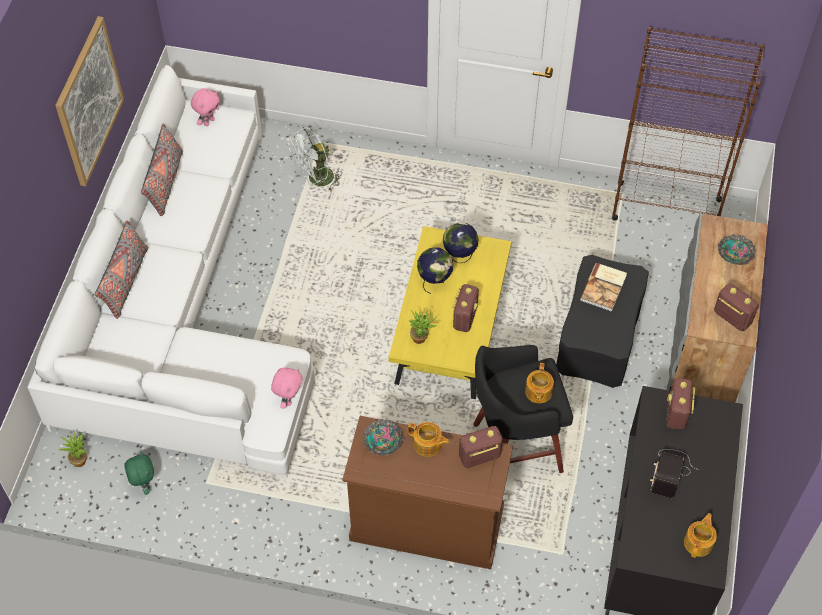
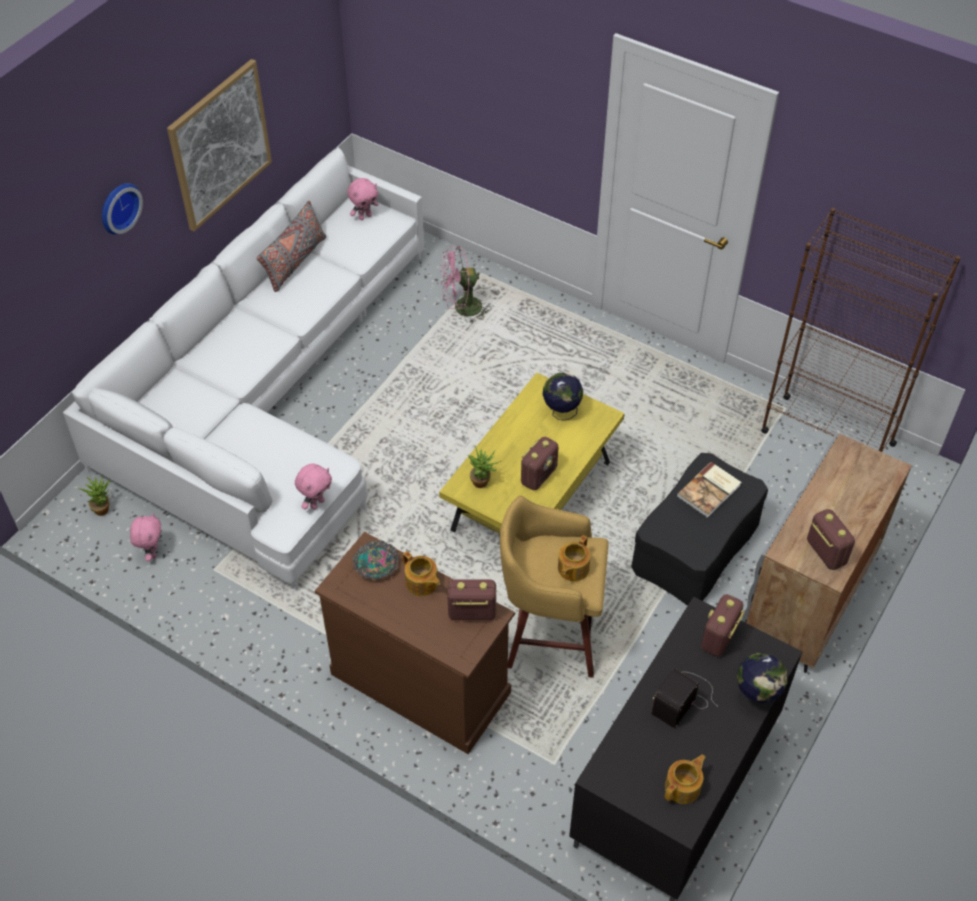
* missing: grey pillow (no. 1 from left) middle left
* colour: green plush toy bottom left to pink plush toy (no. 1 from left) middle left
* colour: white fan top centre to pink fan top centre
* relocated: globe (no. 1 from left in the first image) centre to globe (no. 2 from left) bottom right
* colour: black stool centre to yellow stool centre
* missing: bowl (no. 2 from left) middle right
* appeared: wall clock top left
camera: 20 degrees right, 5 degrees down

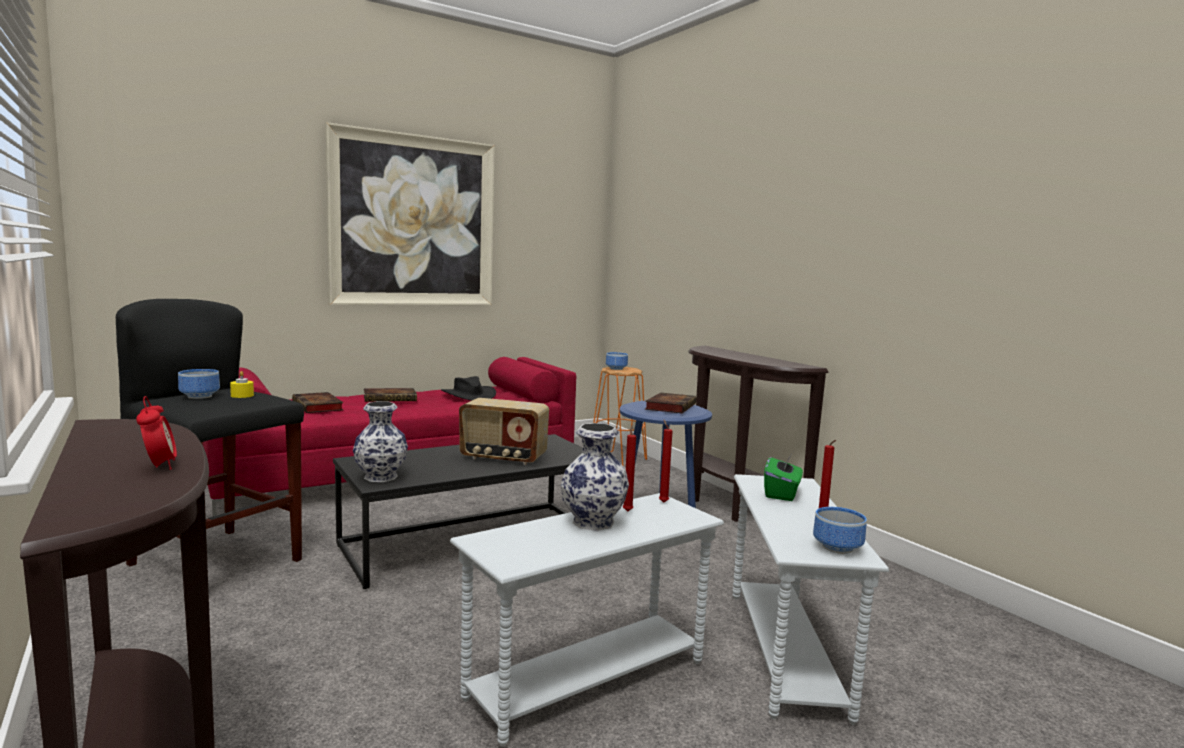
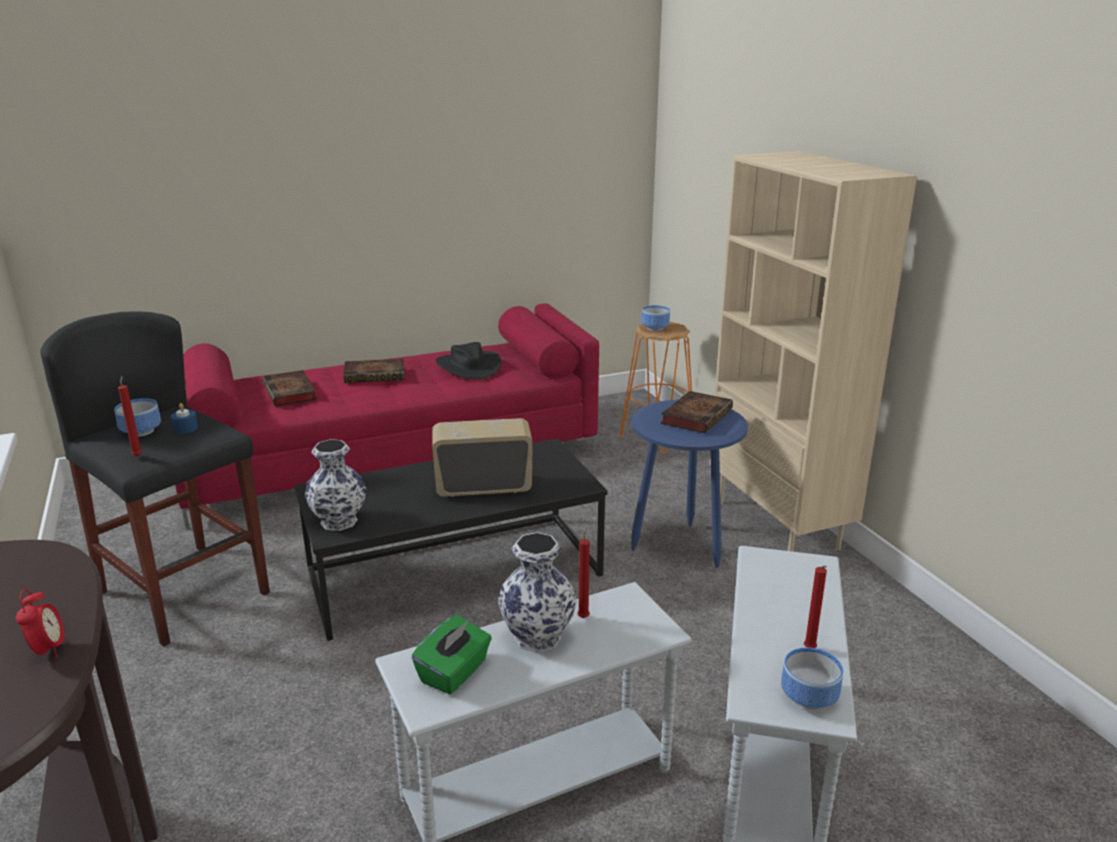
* colour: yellow candle middle left to blue candle middle left
* missing: picture top centre
* spun: radio centre = centre 150 degrees clockwise
* relocated: red candle (no. 2 from left in the first image) centre to red candle (no. 1 from left) middle left
* exchanged: brown console table (no. 2 from left) centre to beige bookcase middle right
* relocated: green tissue box centre to bottom centre
camera: 10 degrees right, 15 degrees up

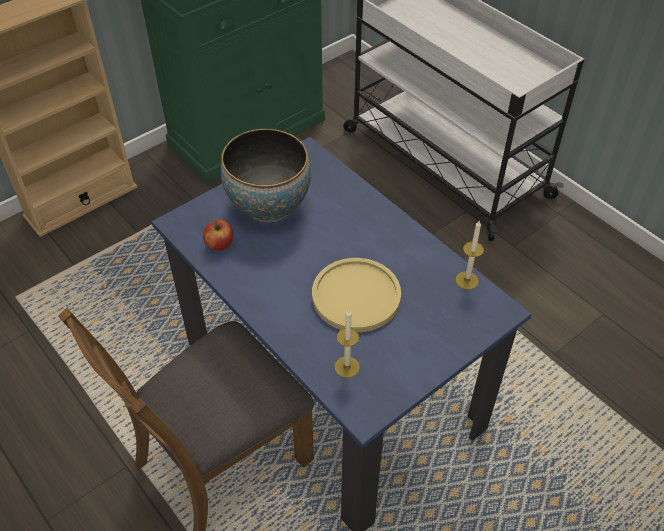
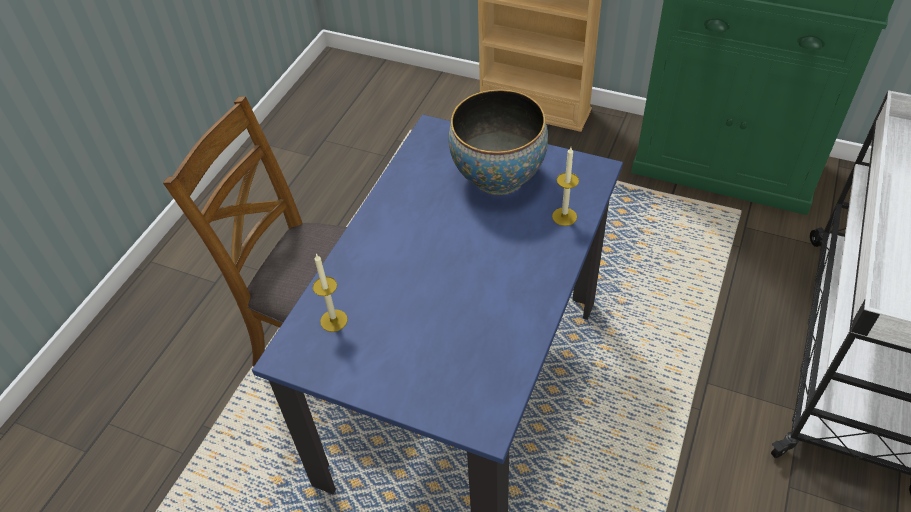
* missing: apple middle left
* missing: yellow plate centre
* relocated: candle (no. 2 from left) middle right to centre
camera: 65 degrees right, 0 degrees up

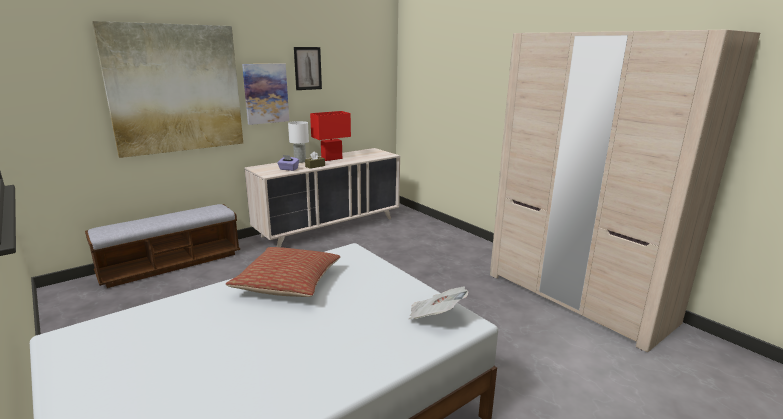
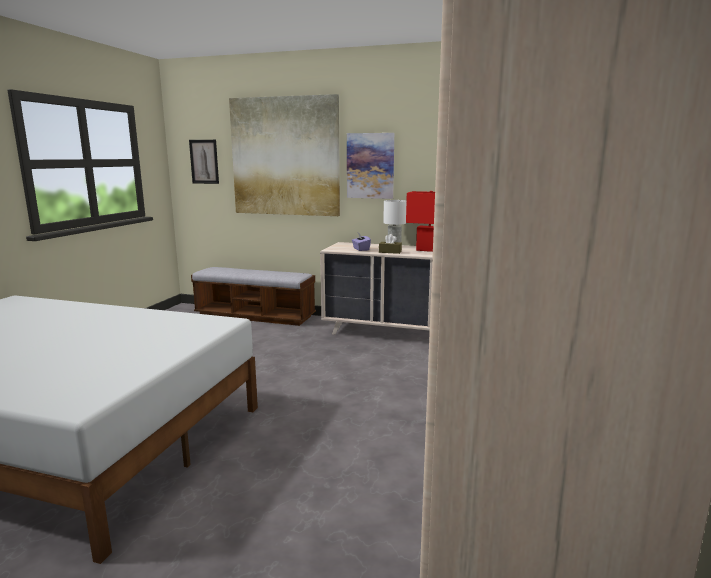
* missing: pillow centre
* relocated: picture (no. 3 from left in the first image) top centre to picture (no. 1 from left) top left
* missing: newspaper bottom centre
camera: 55 degrees right, 5 degrees down

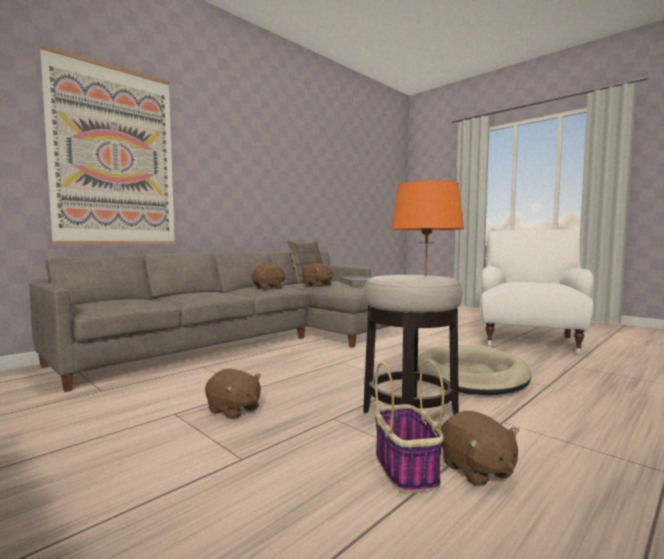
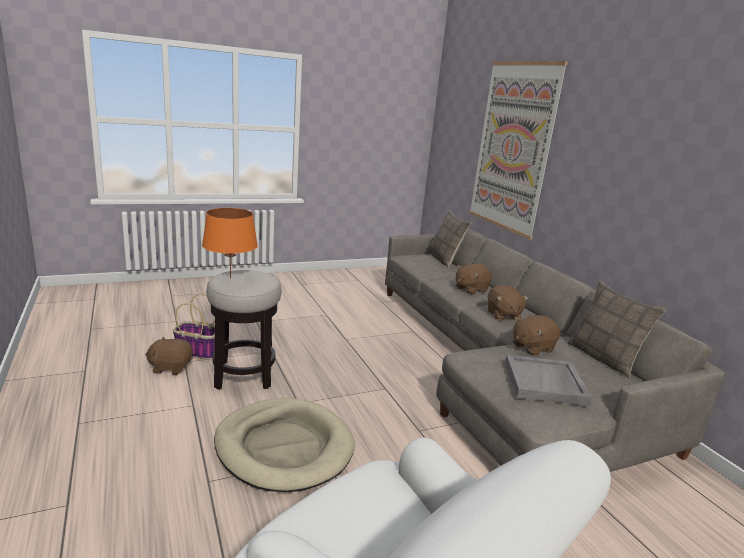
* relocated: brown plush toy (no. 1 from left in the first image) bottom centre to brown plush toy (no. 2 from left) centre
* appeared: pillow (no. 1 from left) centre
camera: 110 degrees right, 15 degrees up

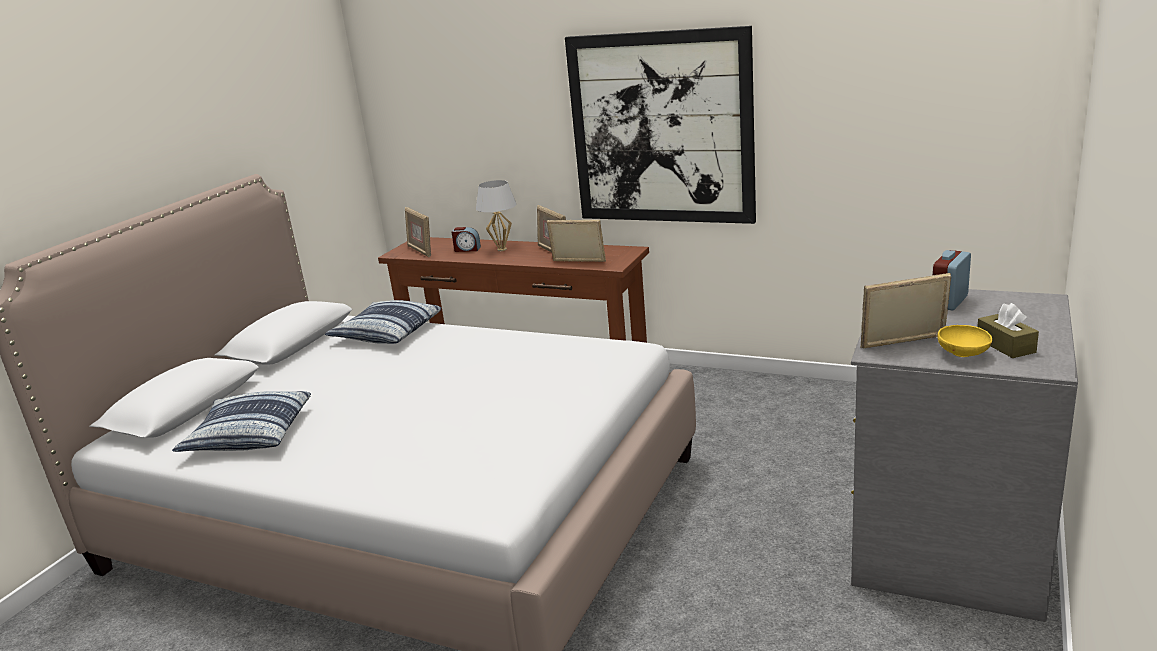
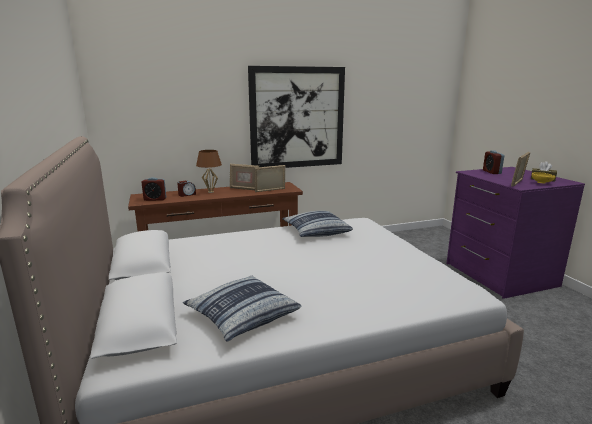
* relocated: pillow (no. 2 from left) middle left to centre
* exchanged: picture frame (no. 1 from left) centre to alarm clock (no. 1 from left) middle left
* colour: white table lamp top centre to brown table lamp centre
* colour: grey dresser bottom right to purple dresser middle right
camera: 45 degrees left, 5 degrees down

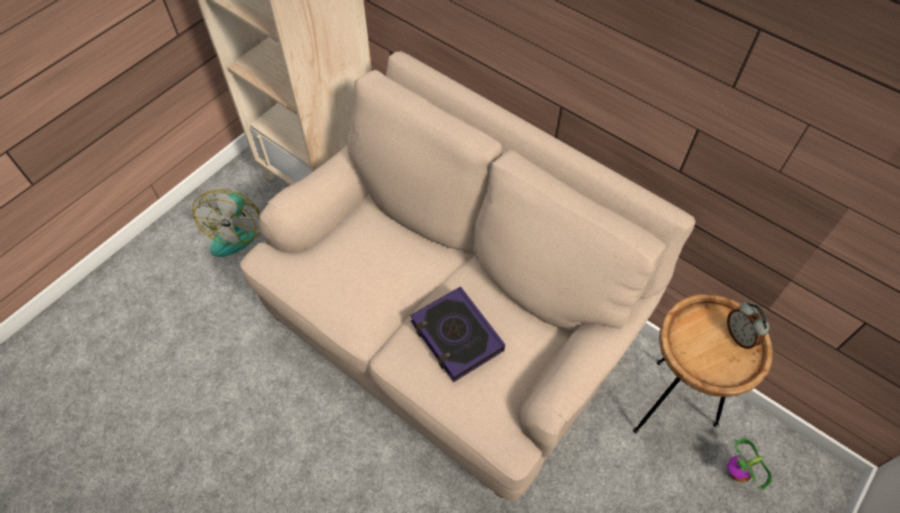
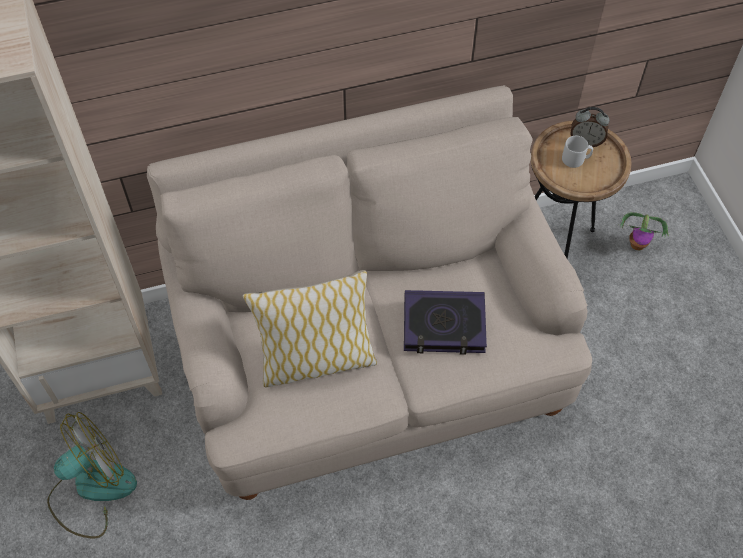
* spun: fan middle left = bottom left 75 degrees counterclockwise
* appeared: pillow centre
* appeared: grey mug top right
camera: 55 degrees left, 0 degrees up

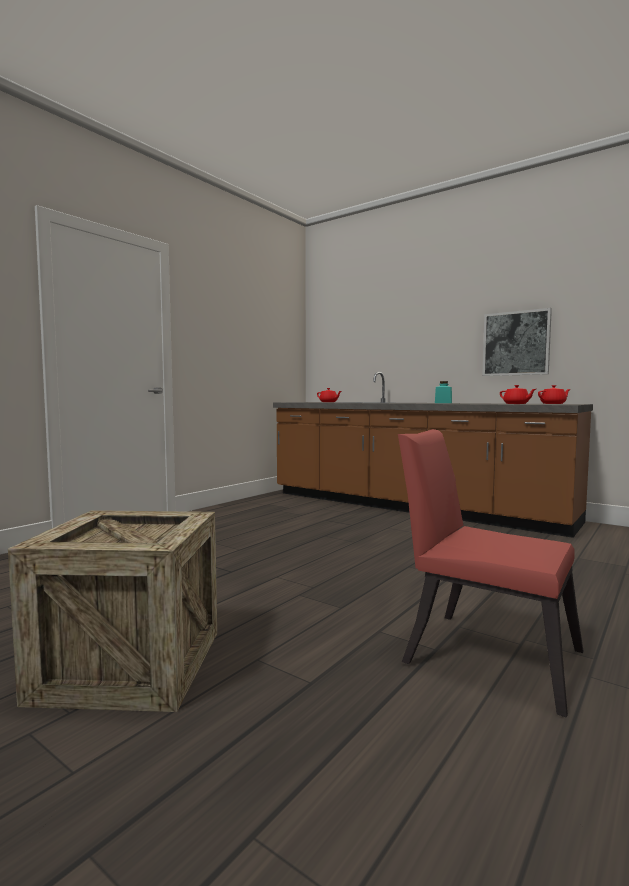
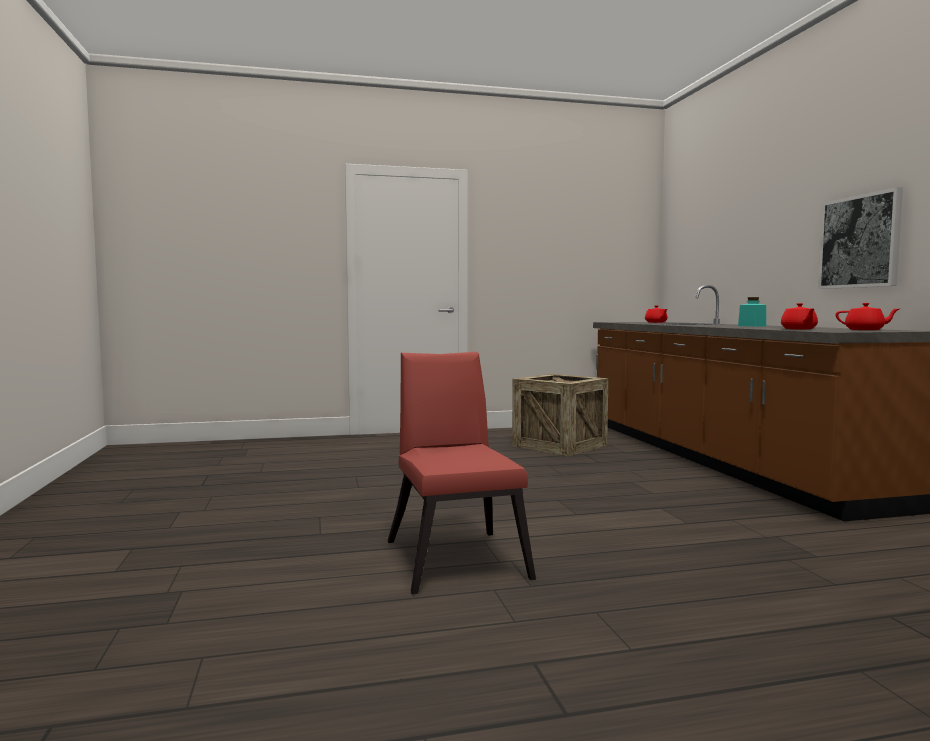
* relocated: crate bottom left to centre
camera: 40 degrees right, 0 degrees up

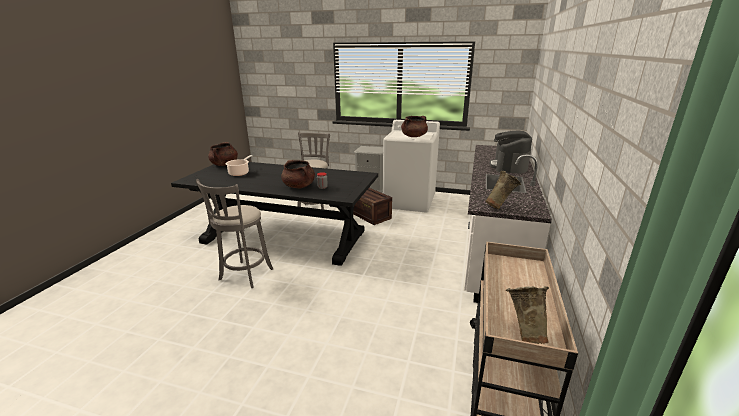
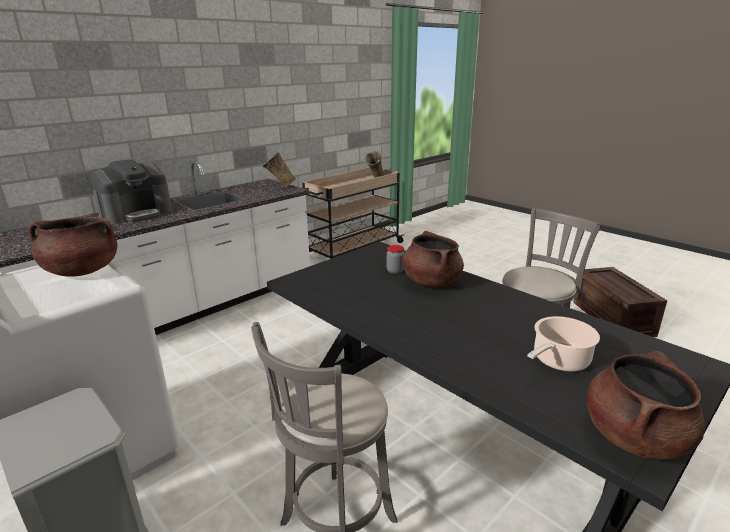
* relocated: crate centre to middle right
camera: 150 degrees left, 0 degrees up

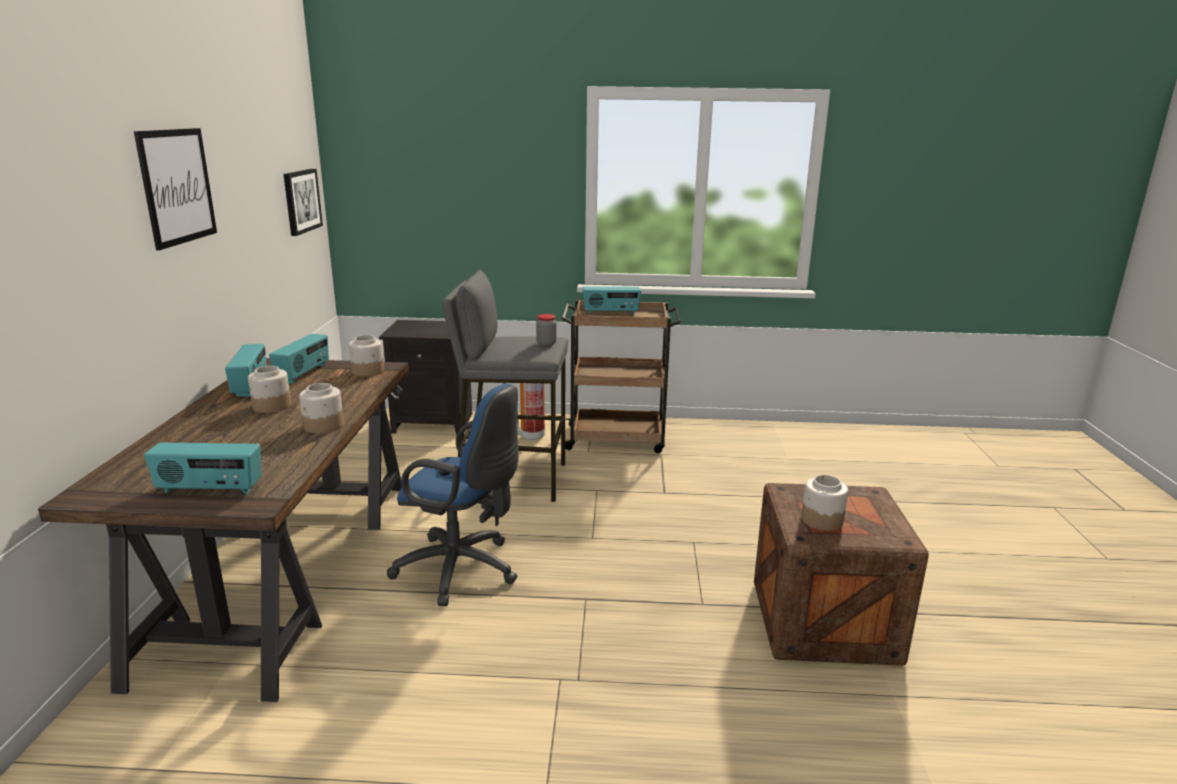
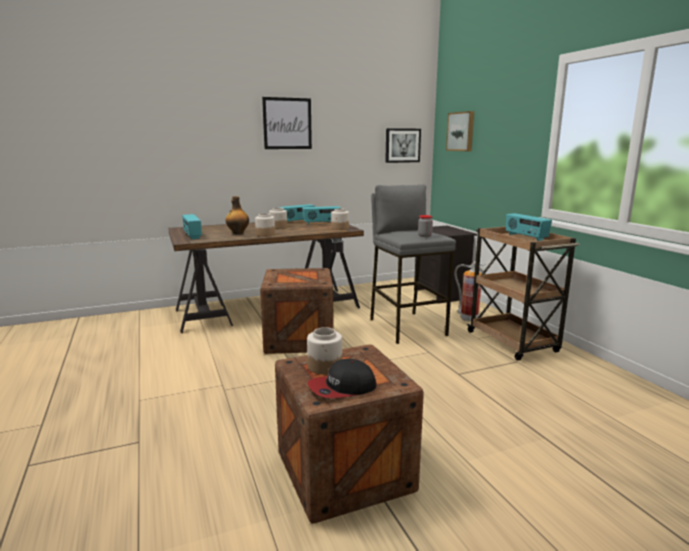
* exchanged: blue office chair centre to crate (no. 1 from left) centre
* appeared: bottle centre
* appeared: cap bottom centre
* appeared: picture (no. 3 from left) top right
camera: 65 degrees right, 5 degrees down

